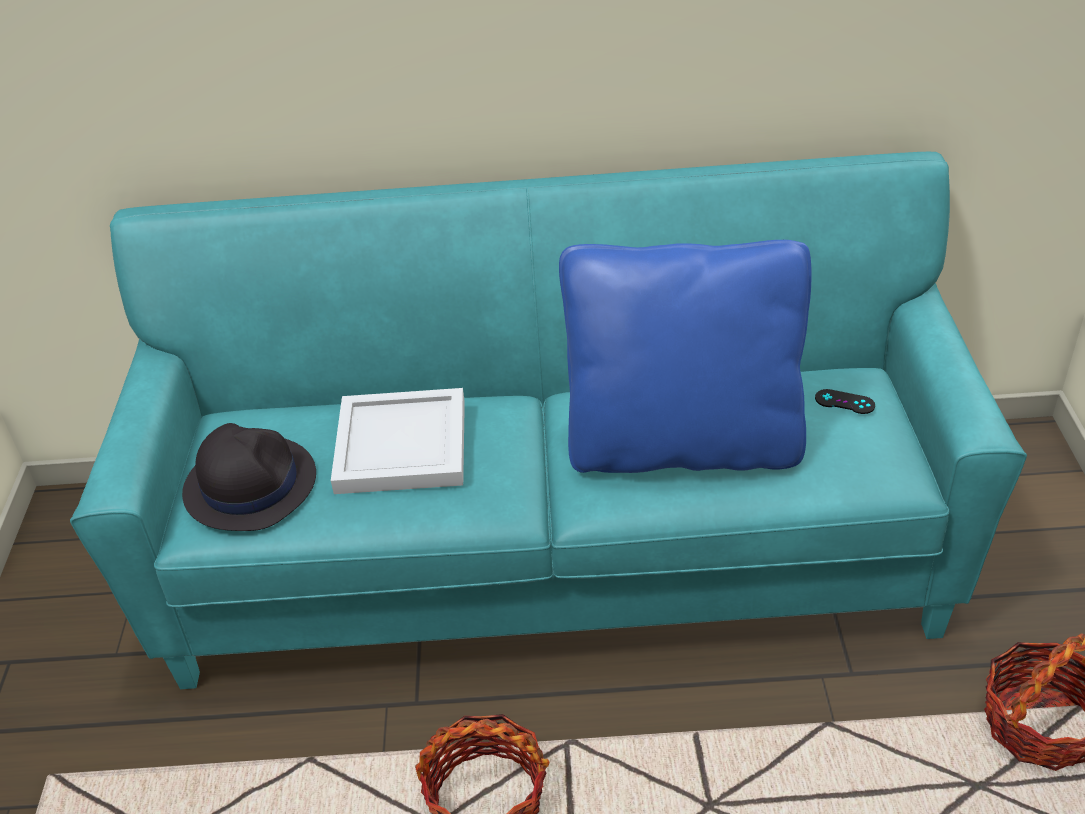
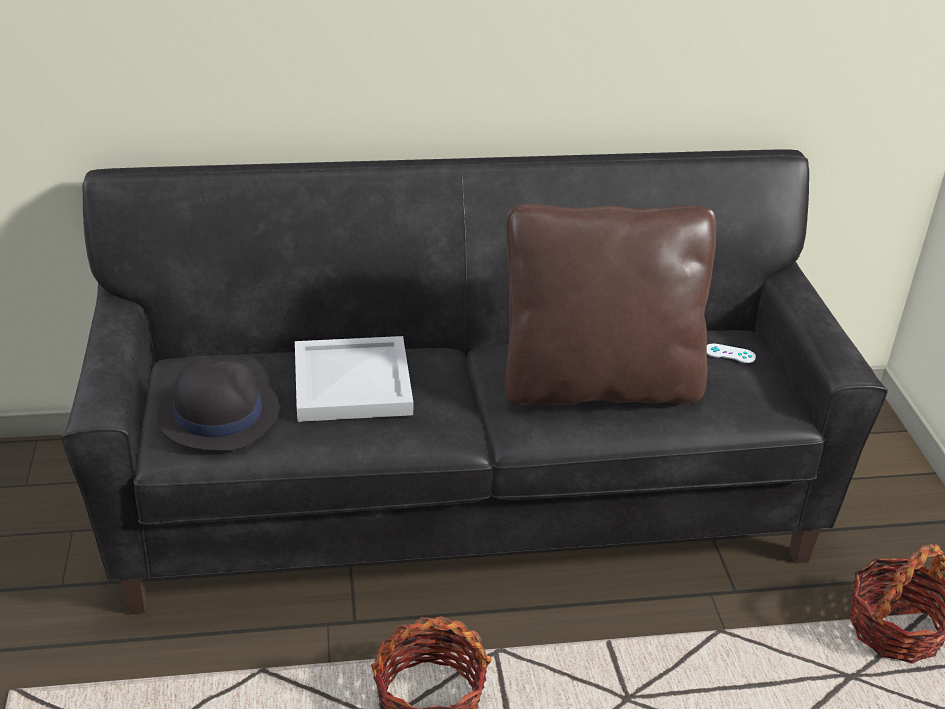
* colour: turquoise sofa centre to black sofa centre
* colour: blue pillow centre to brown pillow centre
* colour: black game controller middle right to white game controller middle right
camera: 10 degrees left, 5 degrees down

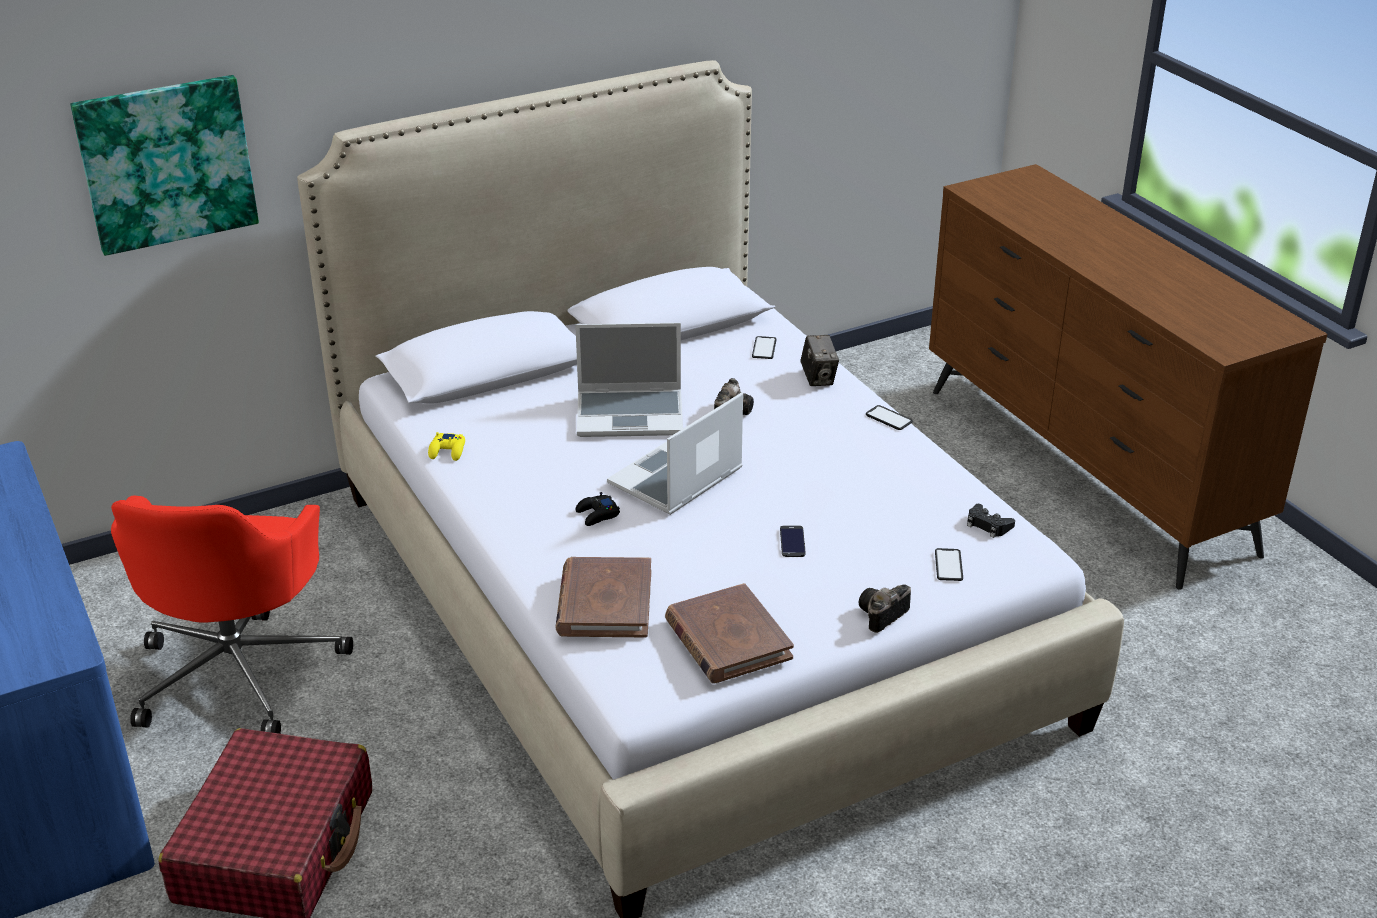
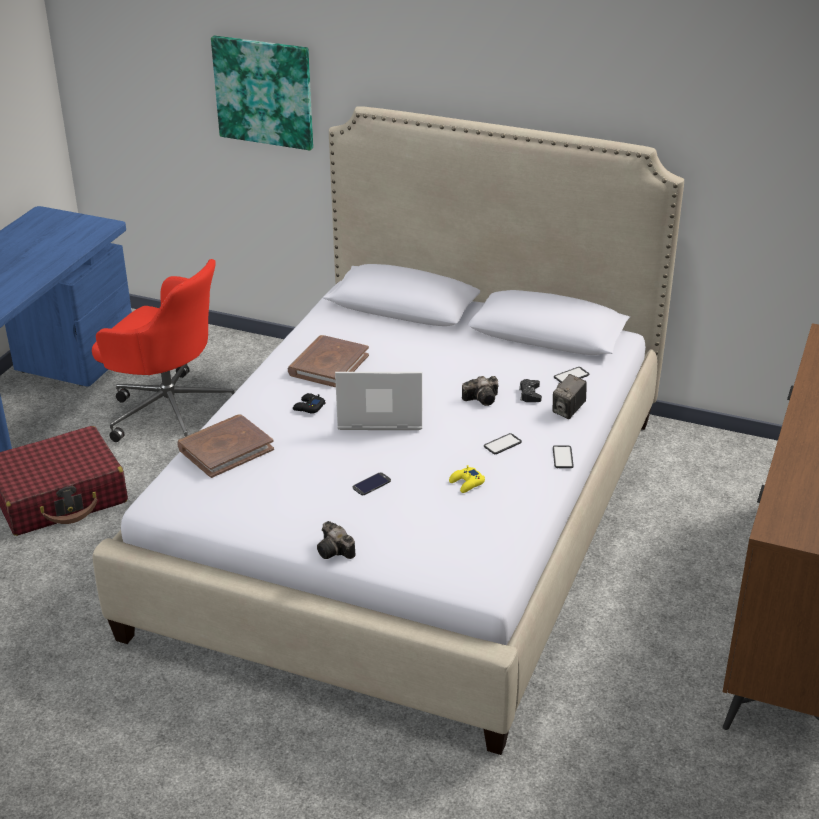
* spun: red office chair bottom left = middle left 120 degrees counterclockwise
* relocated: yellow game controller middle left to centre
* missing: laptop (no. 1 from left) centre
* relocated: brown book (no. 2 from left) bottom centre to centre
* spun: photo camera (no. 3 from left in the first image) centre = centre 135 degrees counterclockwise
* relocated: phone (no. 4 from left in the first image) middle right to phone (no. 2 from left) centre
* relocated: black game controller (no. 2 from left) middle right to centre
camera: 50 degrees right, 0 degrees up

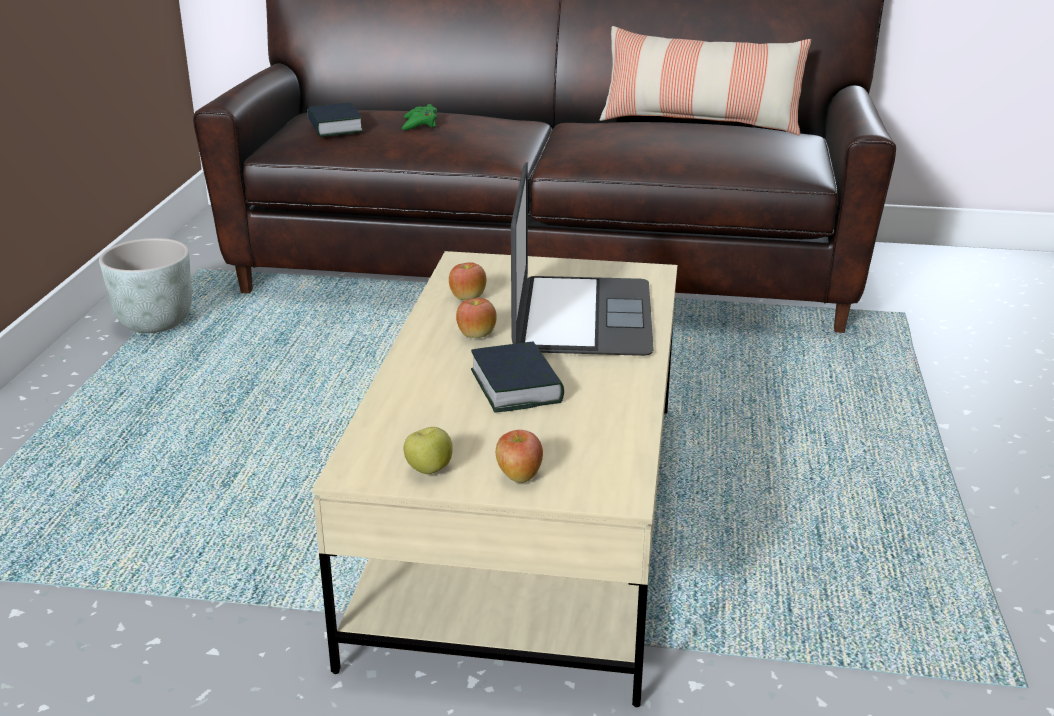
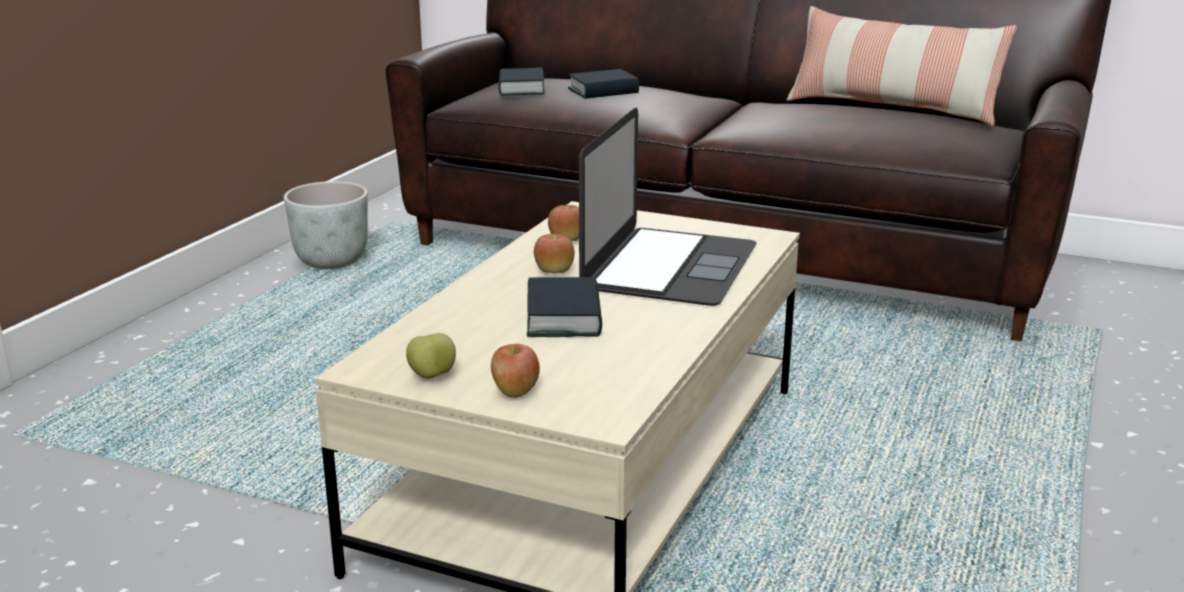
* exchanged: green game controller top centre to book (no. 3 from left) top centre
camera: 15 degrees right, 5 degrees down

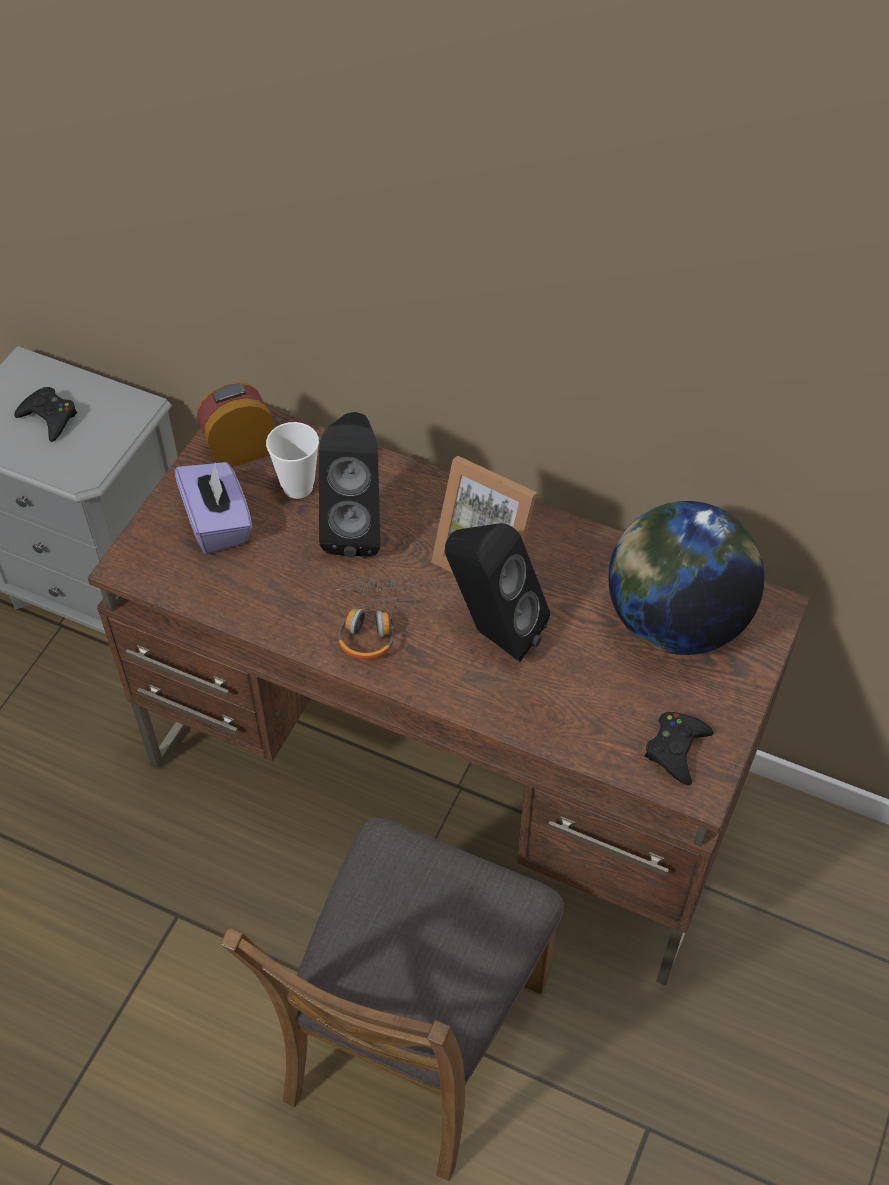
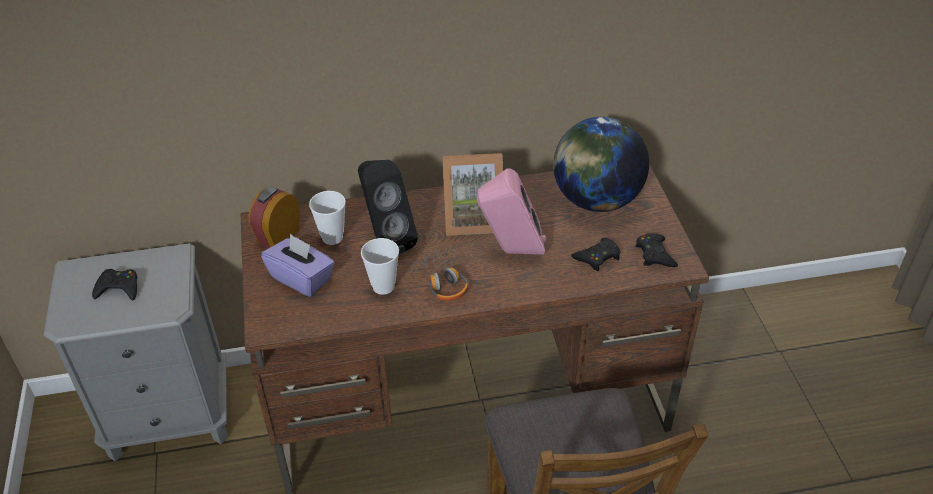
* colour: black speaker (no. 2 from left) centre to pink speaker centre
* appeared: cup (no. 2 from left) centre
* appeared: black game controller (no. 2 from left) centre
camera: 35 degrees left, 10 degrees down

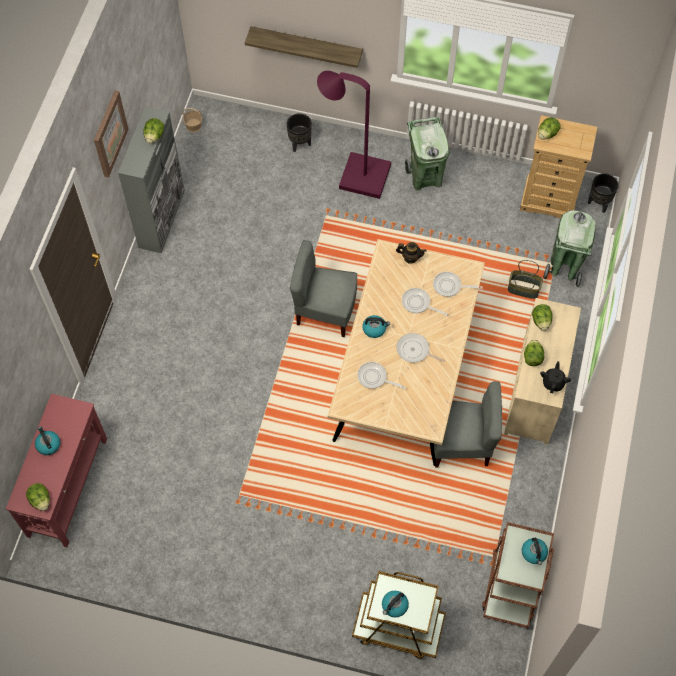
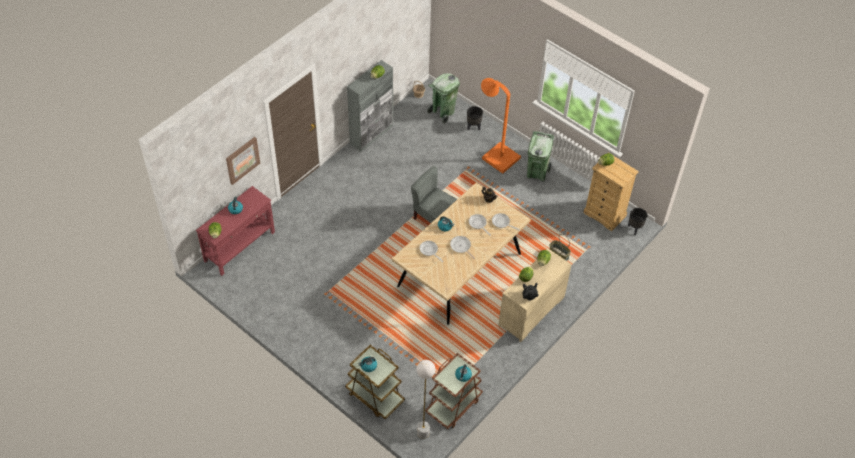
* relocated: picture top left to middle left
* missing: shelf top centre
* colour: purple floor lamp top centre to orange floor lamp top centre
* missing: grey chair (no. 2 from left) middle right
* relocated: green trash can (no. 2 from left in the first image) middle right to green trash can (no. 1 from left) top centre
* appeared: white floor lamp bottom centre
camera: 25 degrees right, 10 degrees down

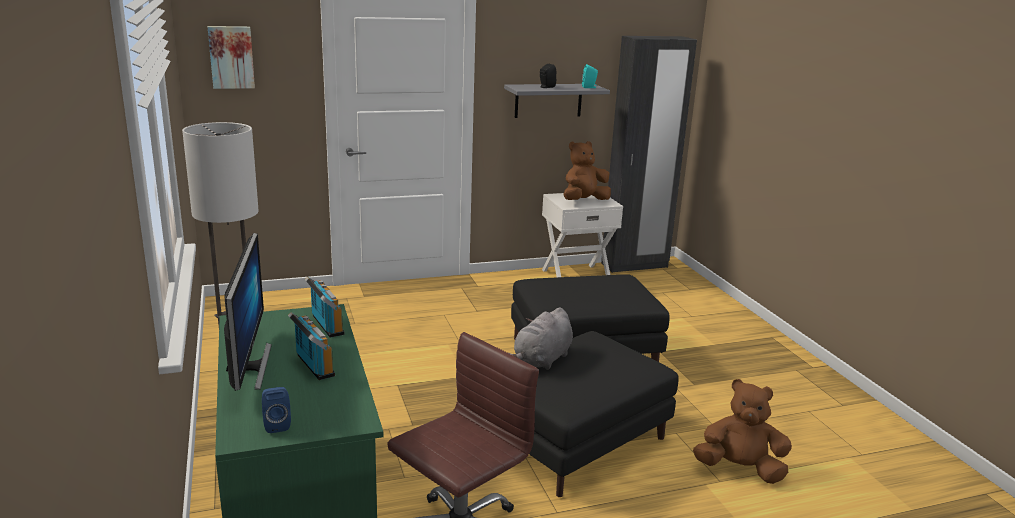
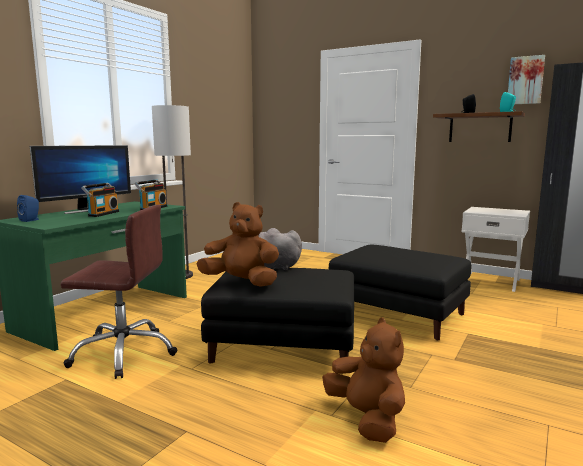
* relocated: picture top left to top right
* colour: grey shelf top centre to brown shelf top right
* relocated: brown plush toy (no. 1 from left) top centre to centre
camera: 50 degrees right, 10 degrees down

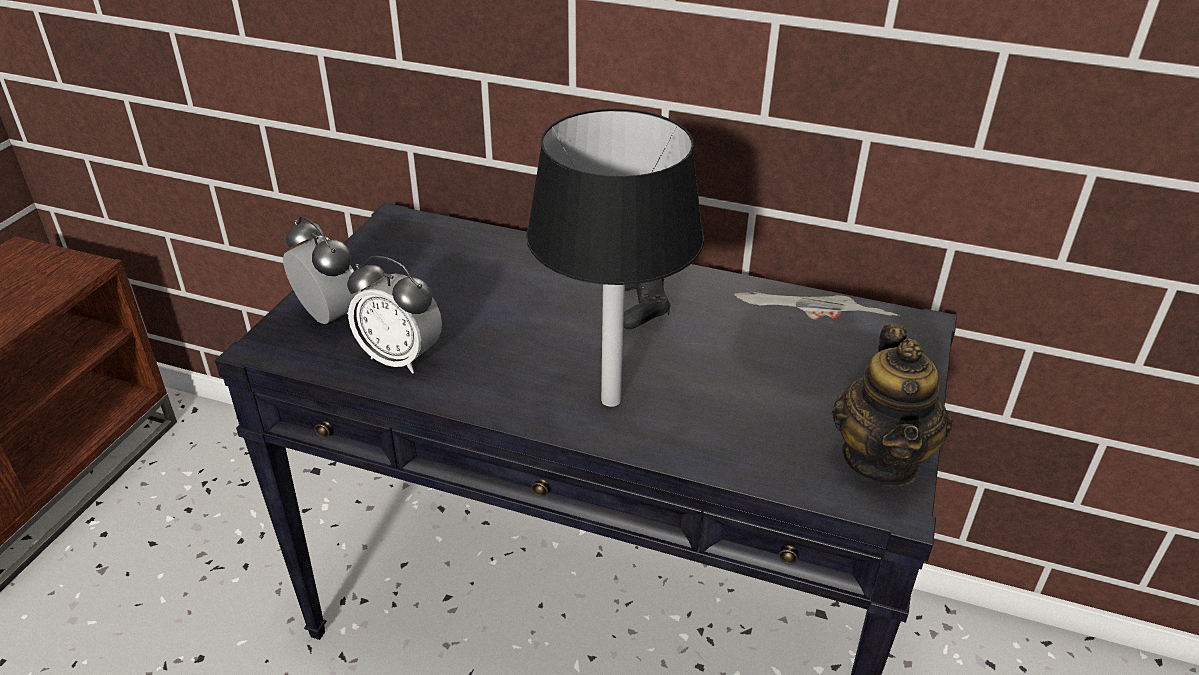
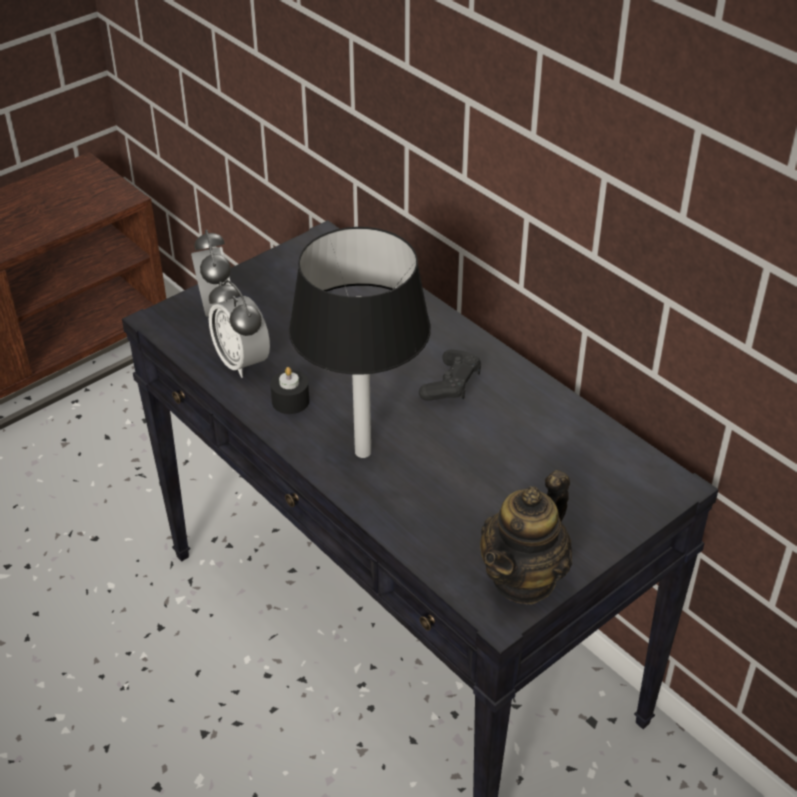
* missing: newspaper middle right
* appeared: black candle centre
camera: 30 degrees right, 5 degrees up

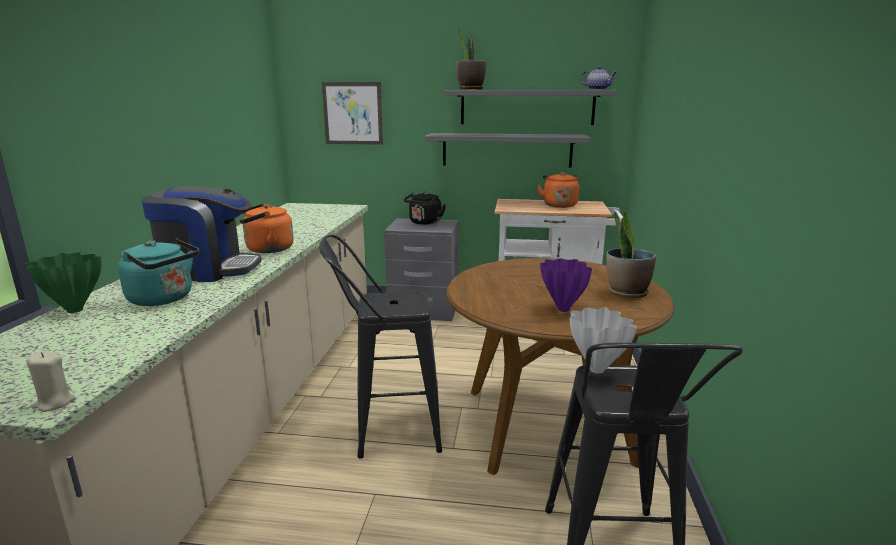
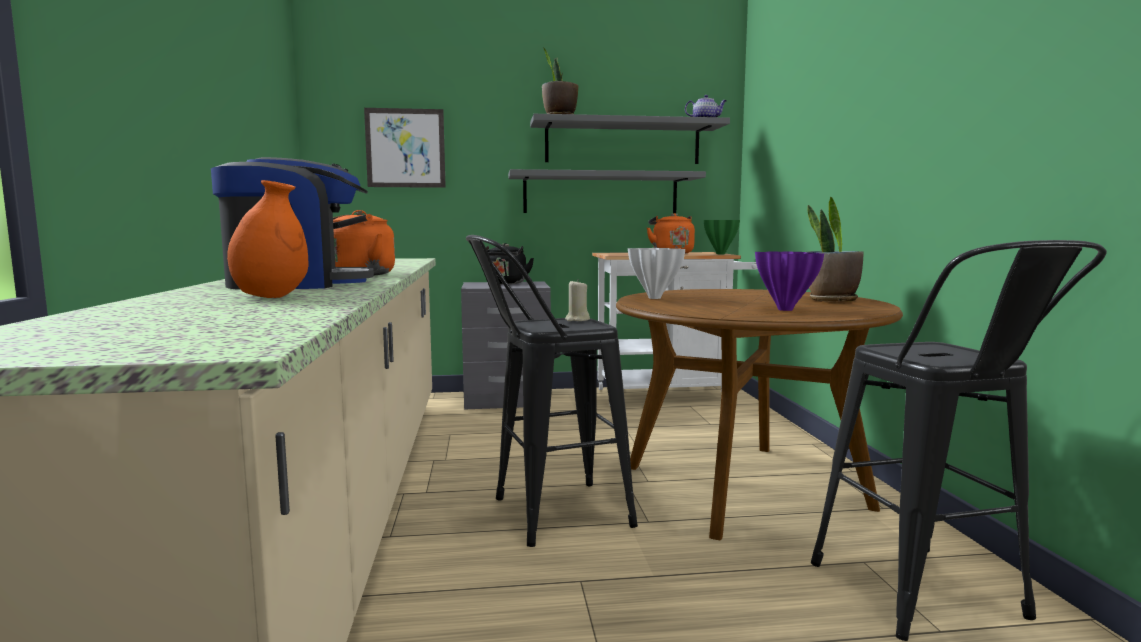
* relocated: green vase middle left to centre
* relocated: beige candle bottom left to centre
* exchanged: turquoise kettle middle left to orange vase middle left
* relocated: white vase middle right to centre
camera: 15 degrees left, 10 degrees down

